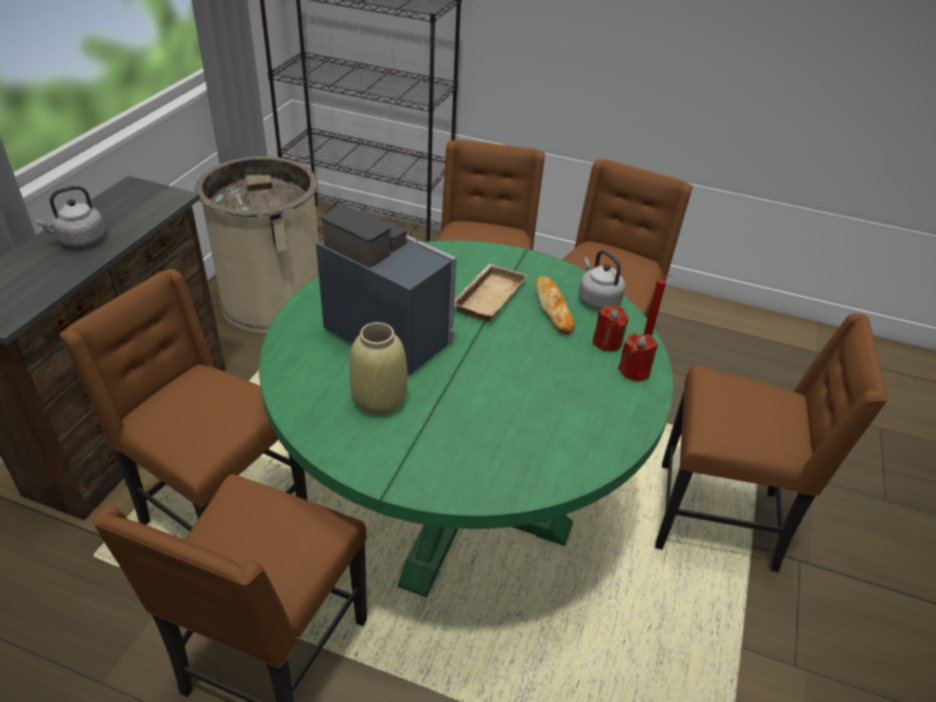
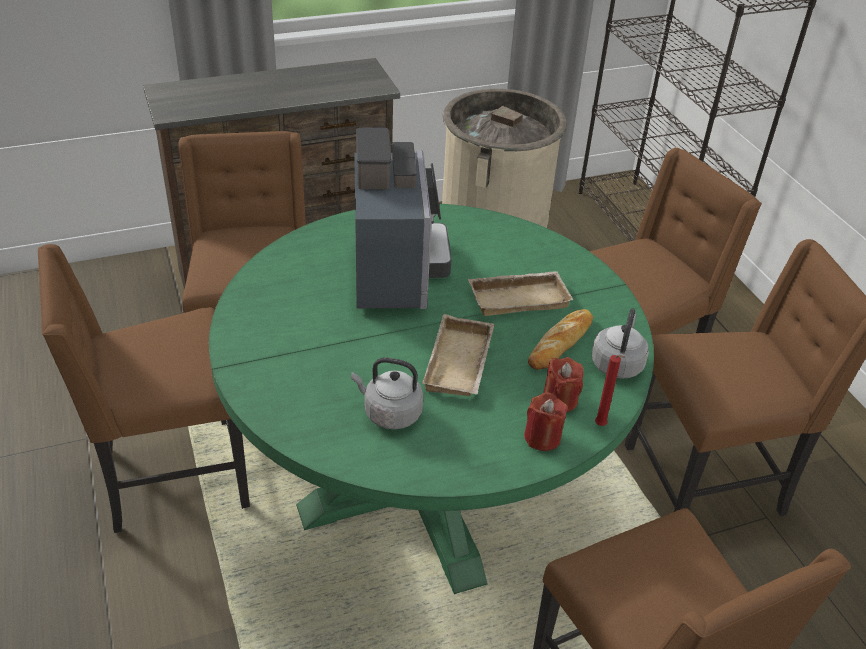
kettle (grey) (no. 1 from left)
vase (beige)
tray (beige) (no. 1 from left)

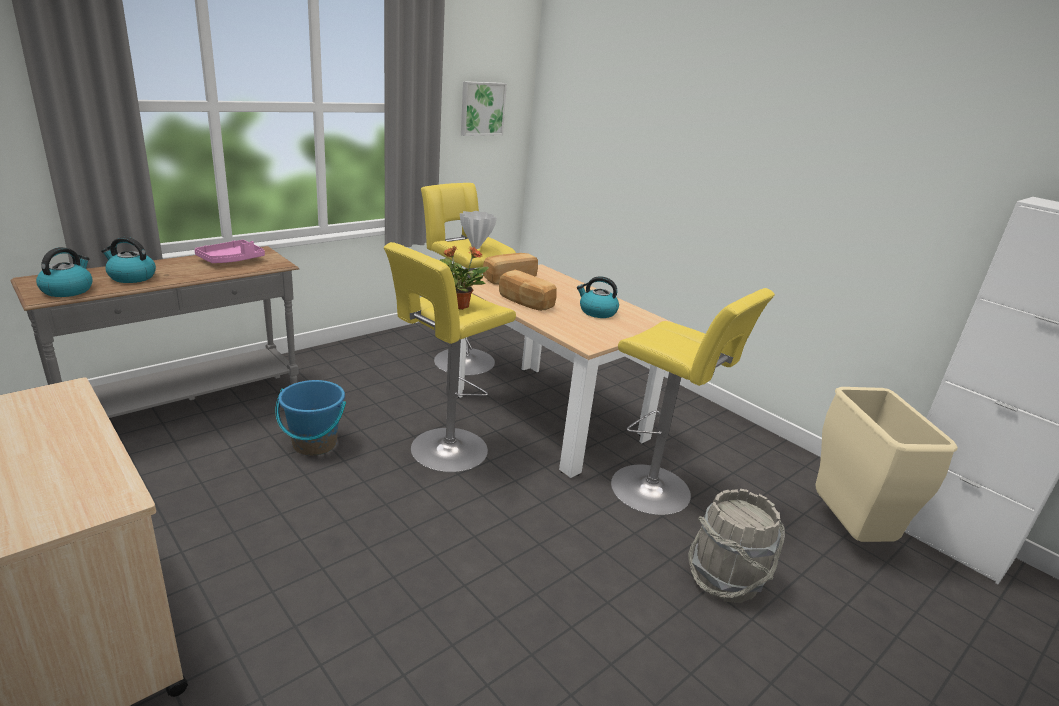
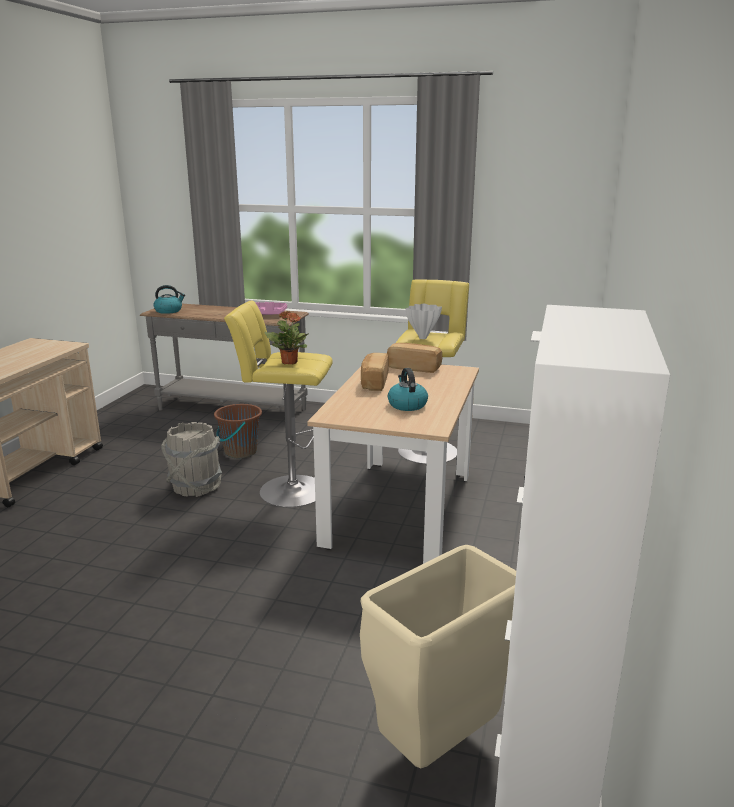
kettle (no. 2 from left in the first image)
bucket (brown)
picture
stool (yellow) (no. 3 from left in the first image)
bucket (grey)

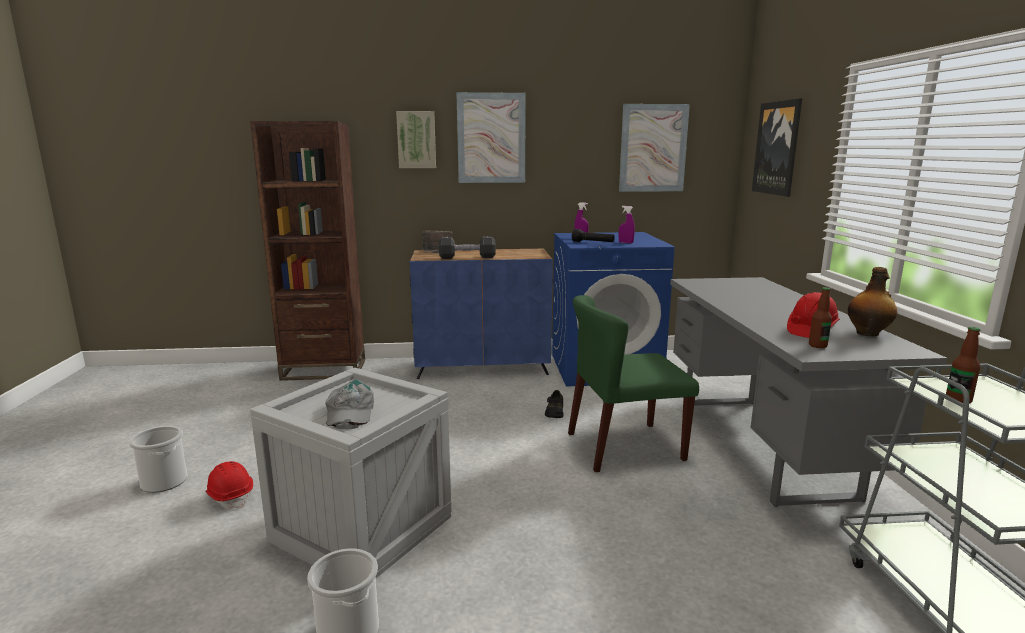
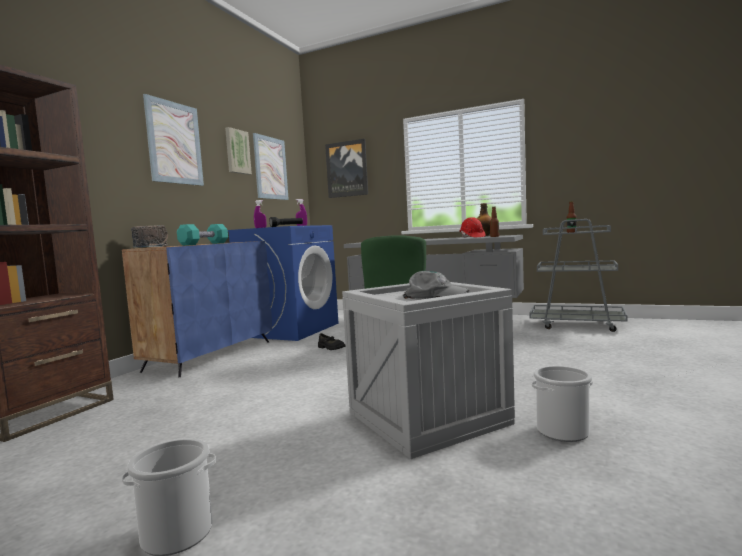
hard hat (red) (no. 1 from left in the first image)
picture (no. 2 from left)
dumbbell (turquoise)

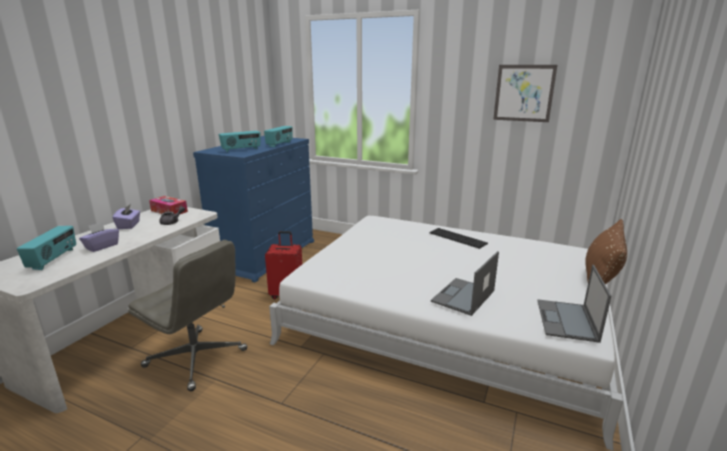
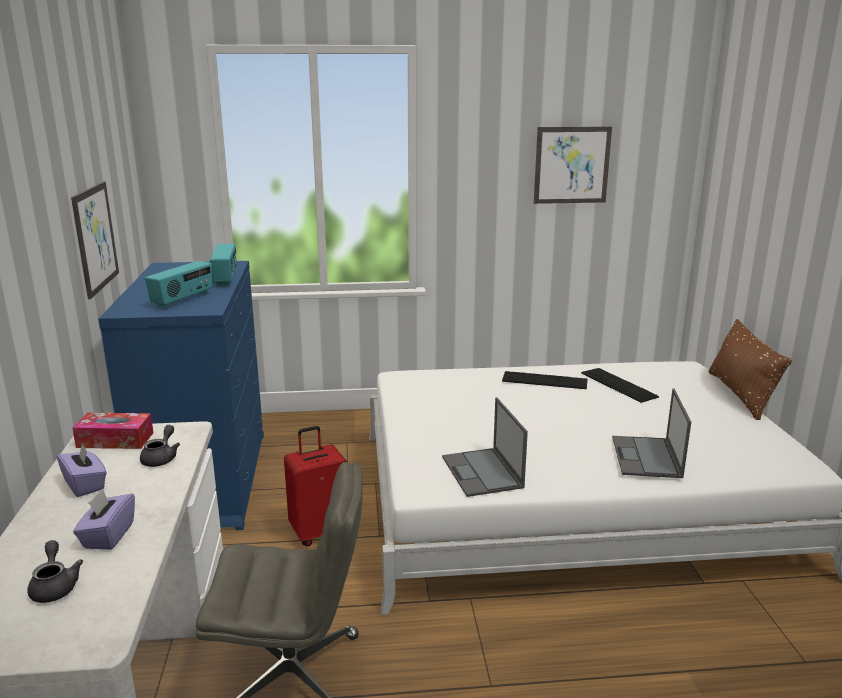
teapot (grey) (no. 1 from left)
laptop (no. 1 from left)
picture (no. 1 from left)
keyboard (no. 2 from left)

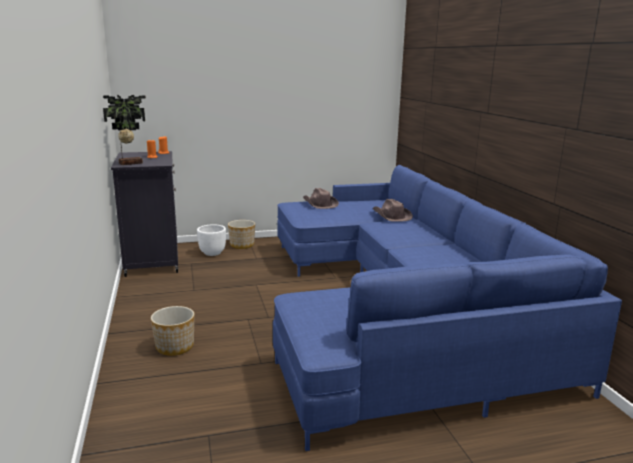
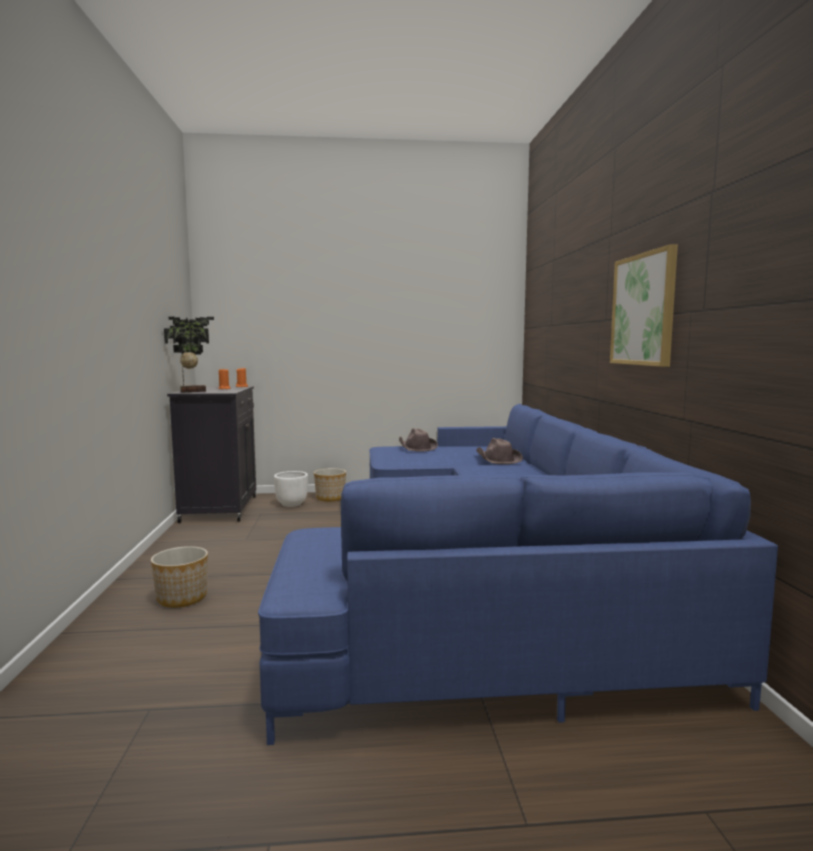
picture

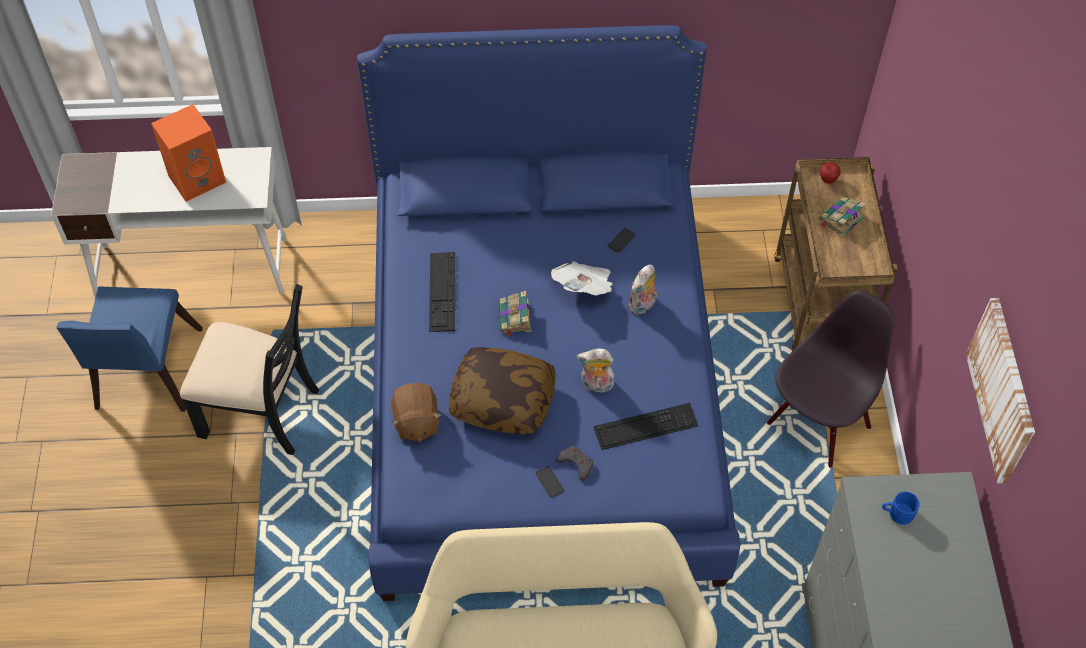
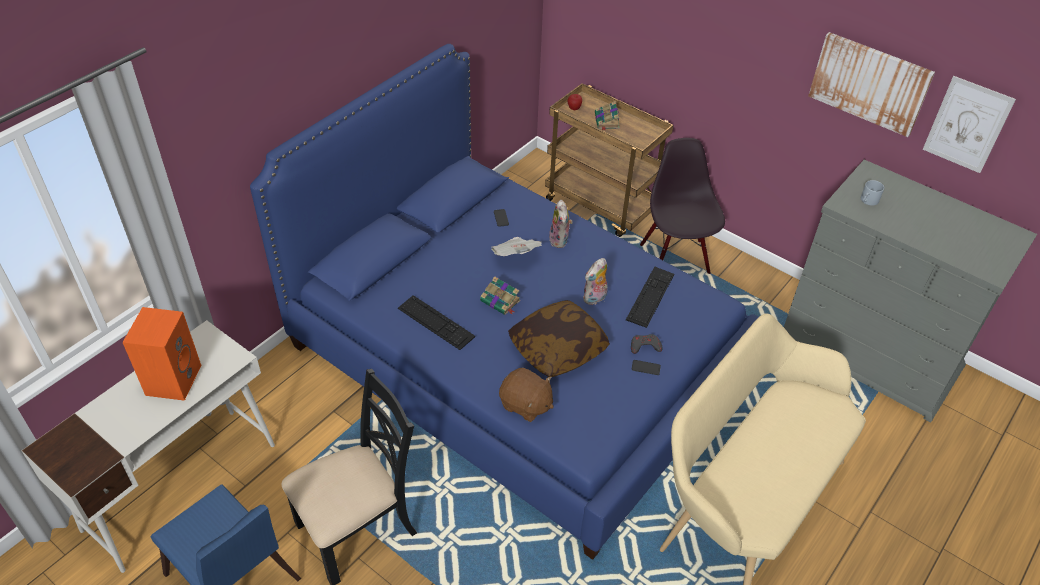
mug (grey)
picture (no. 2 from left)

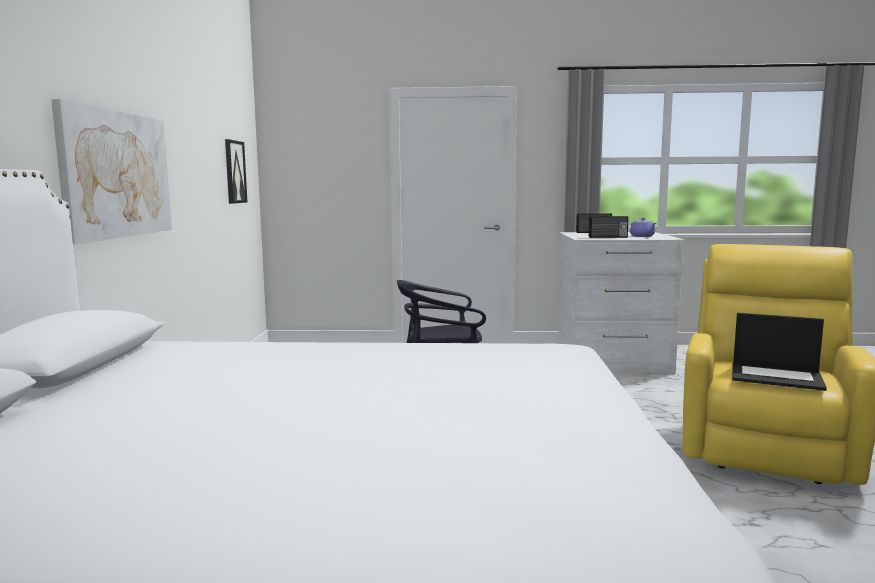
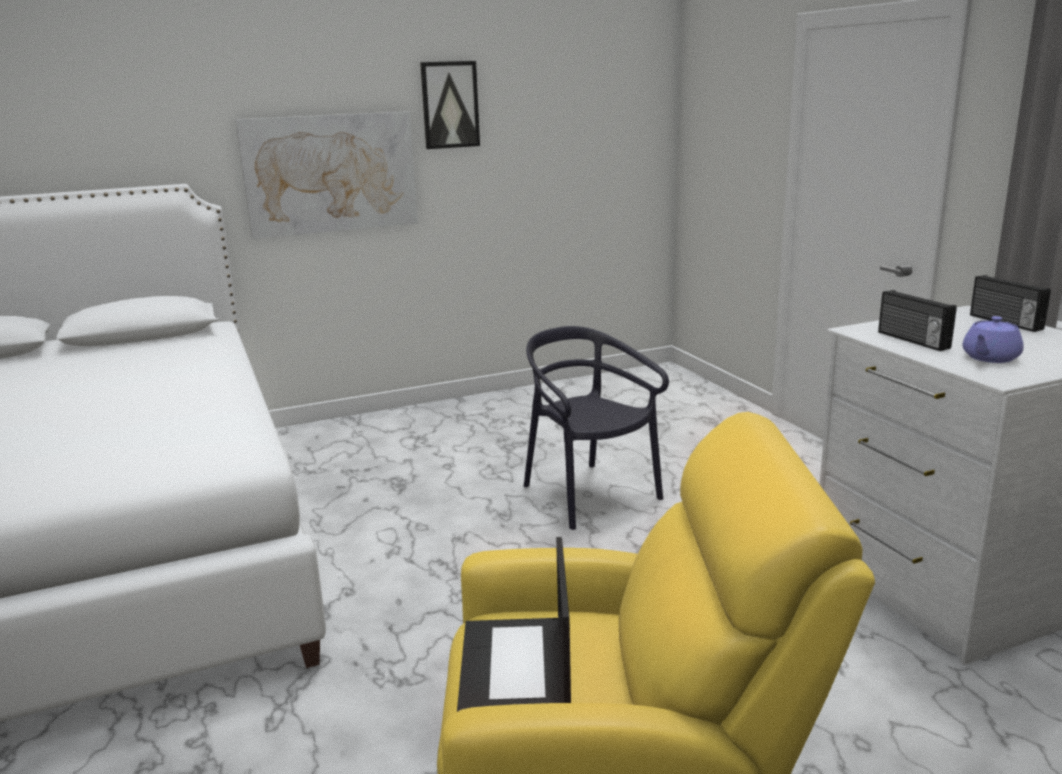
picture (no. 2 from left)

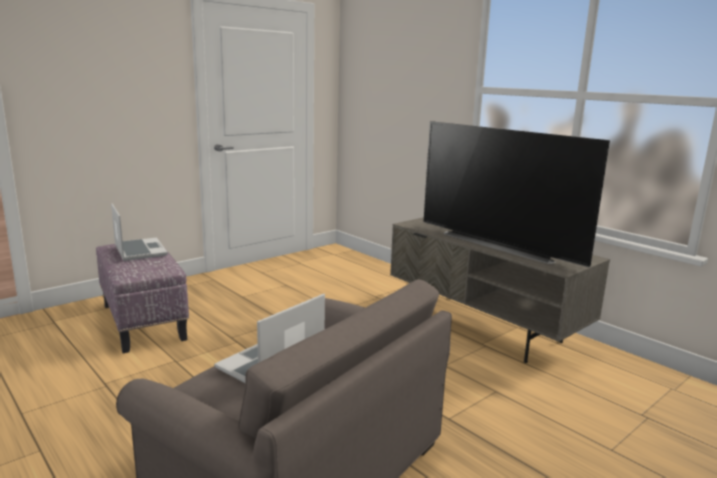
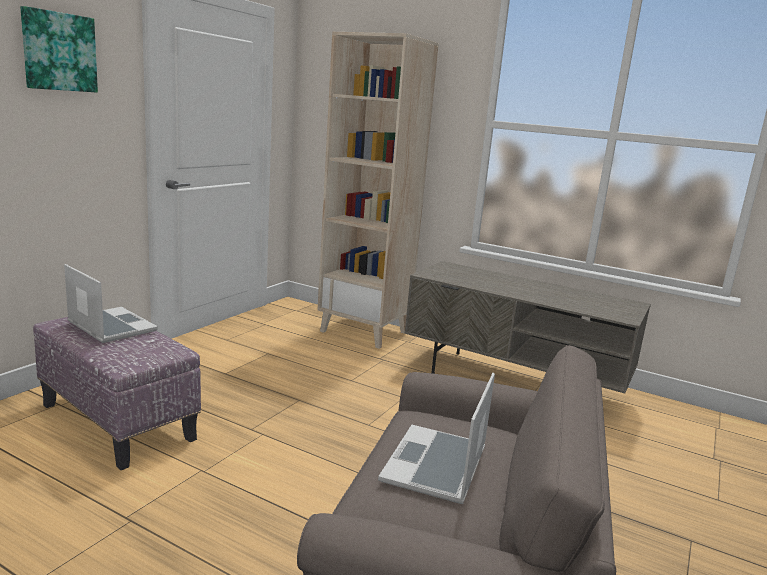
television
picture
bookcase (beige)

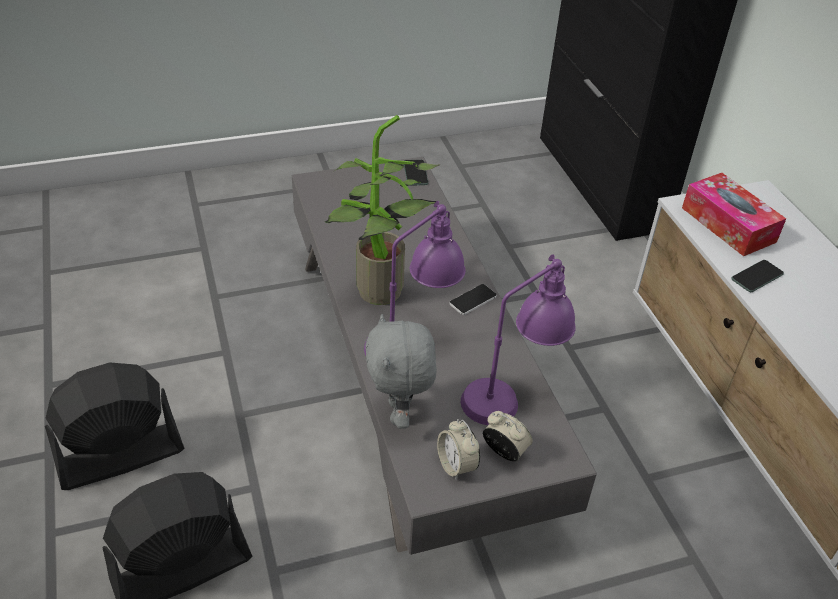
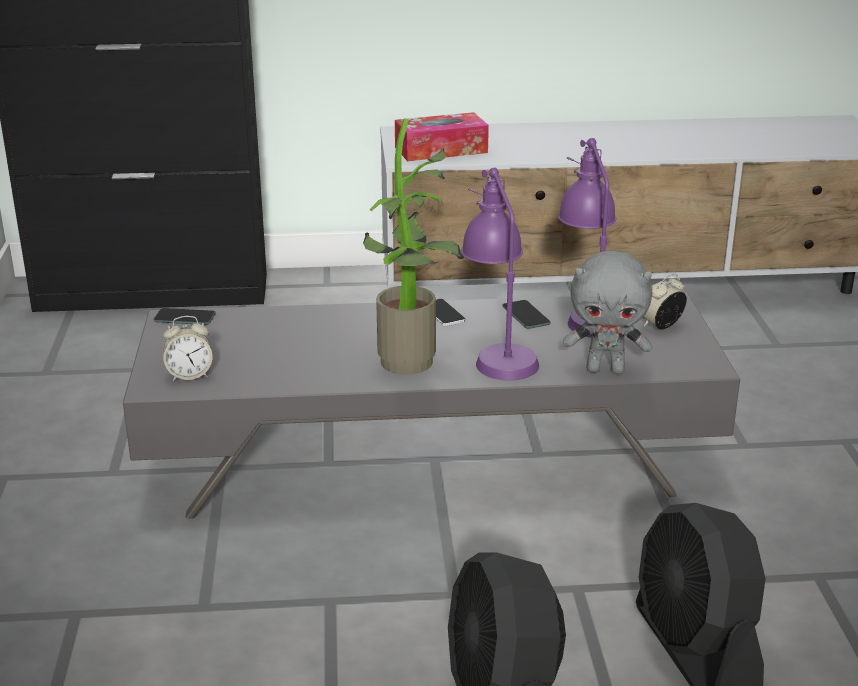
alarm clock (no. 1 from left)
phone (no. 3 from left)

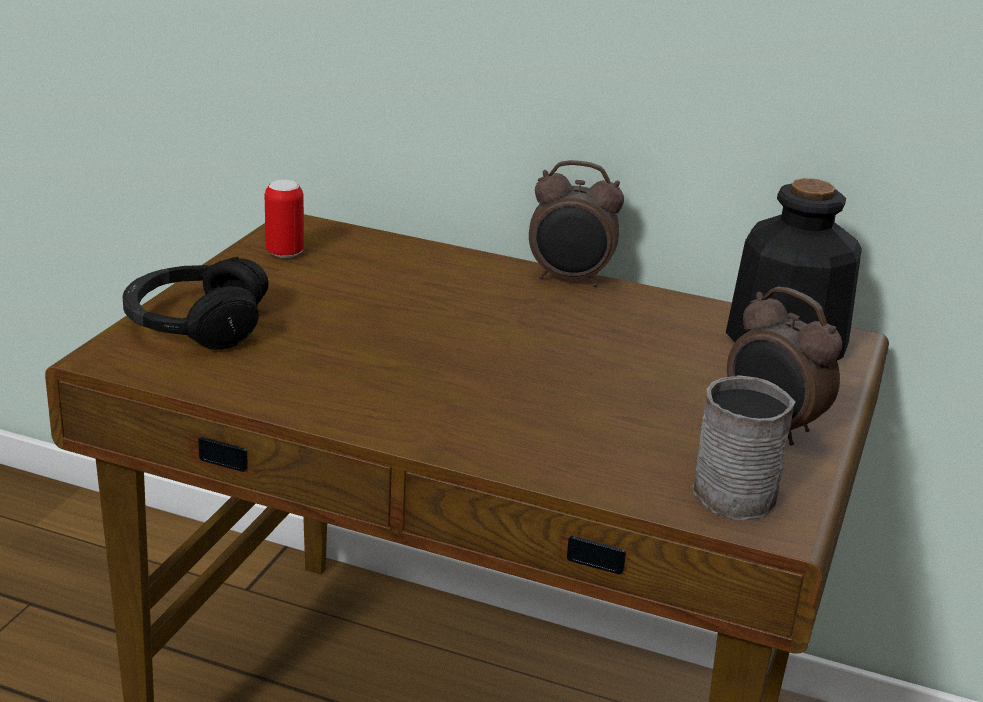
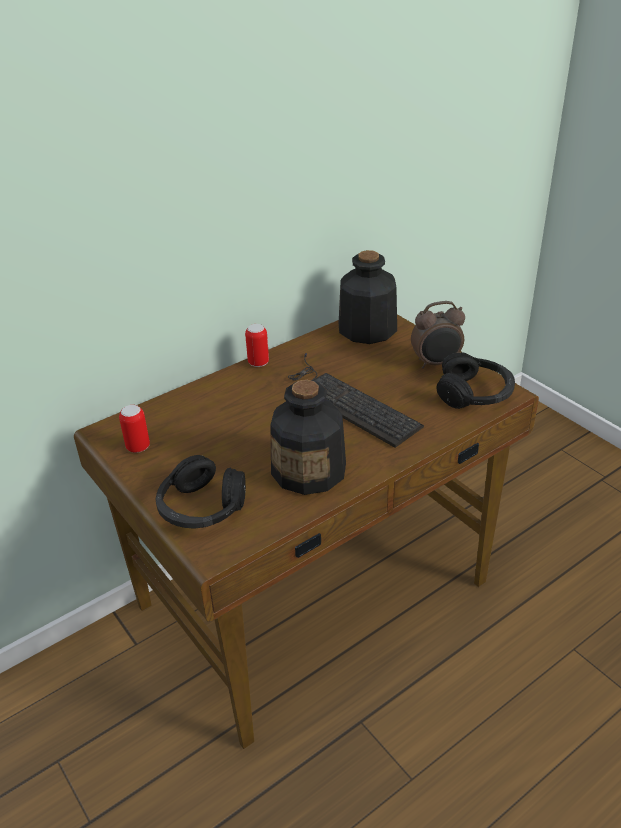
can (no. 2 from left)
headphones (black) (no. 2 from left)
bottle (no. 1 from left)
keyboard

